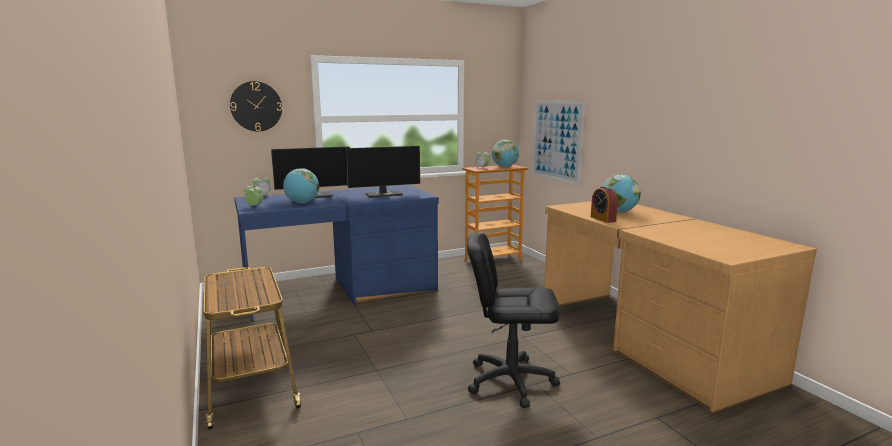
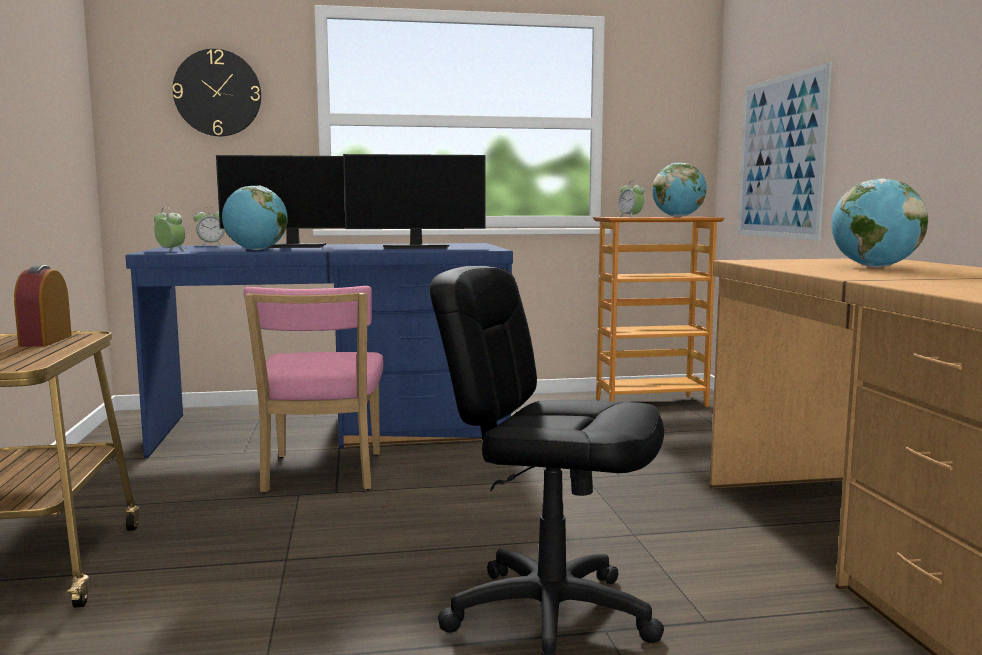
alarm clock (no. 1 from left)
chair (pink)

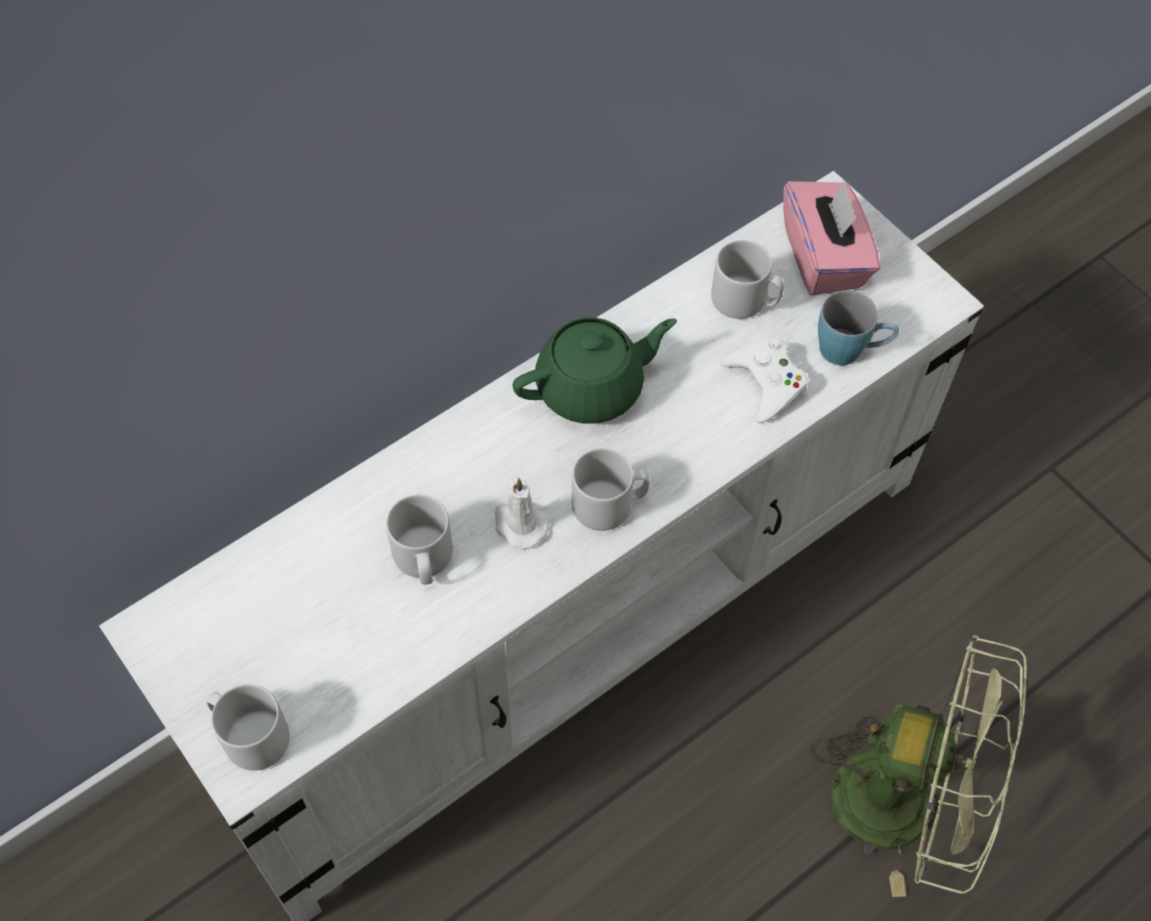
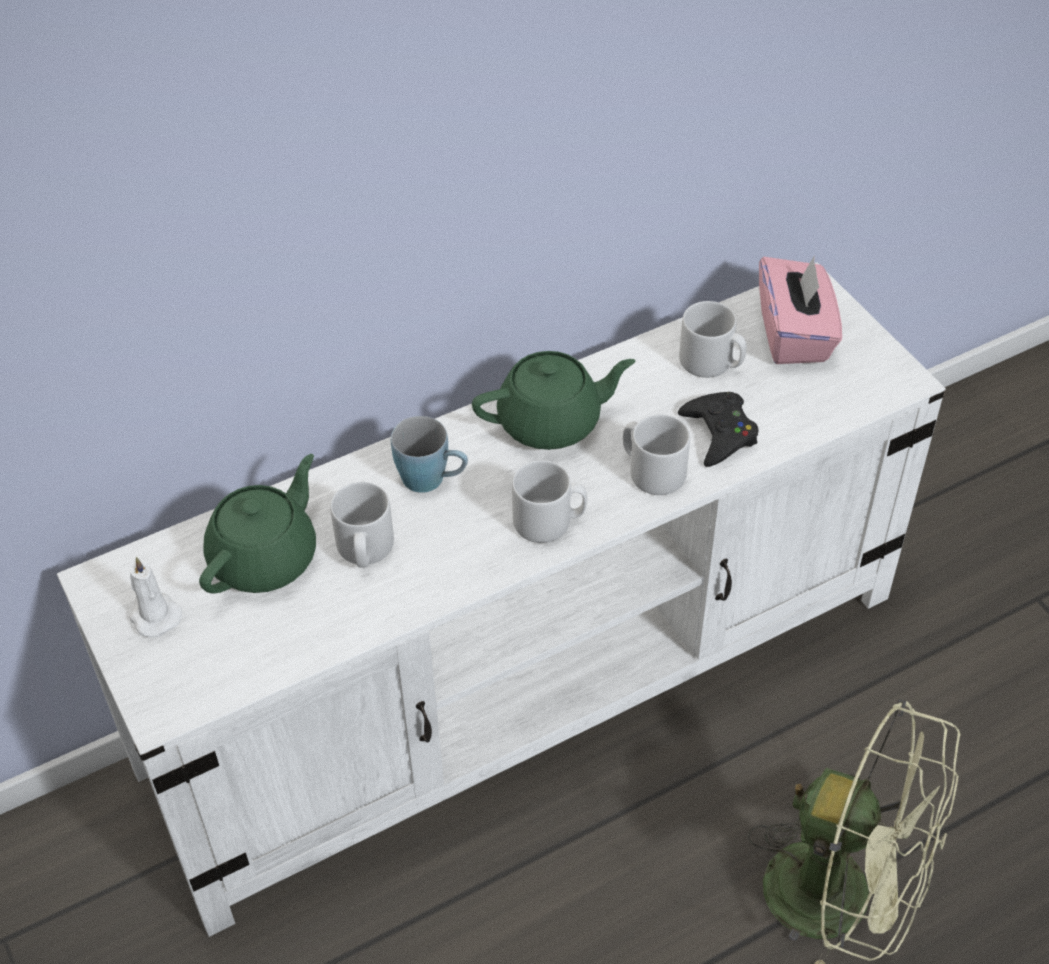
mug (grey) (no. 3 from left)
candle (white)
game controller (black)
mug (blue)
teapot (green) (no. 1 from left)

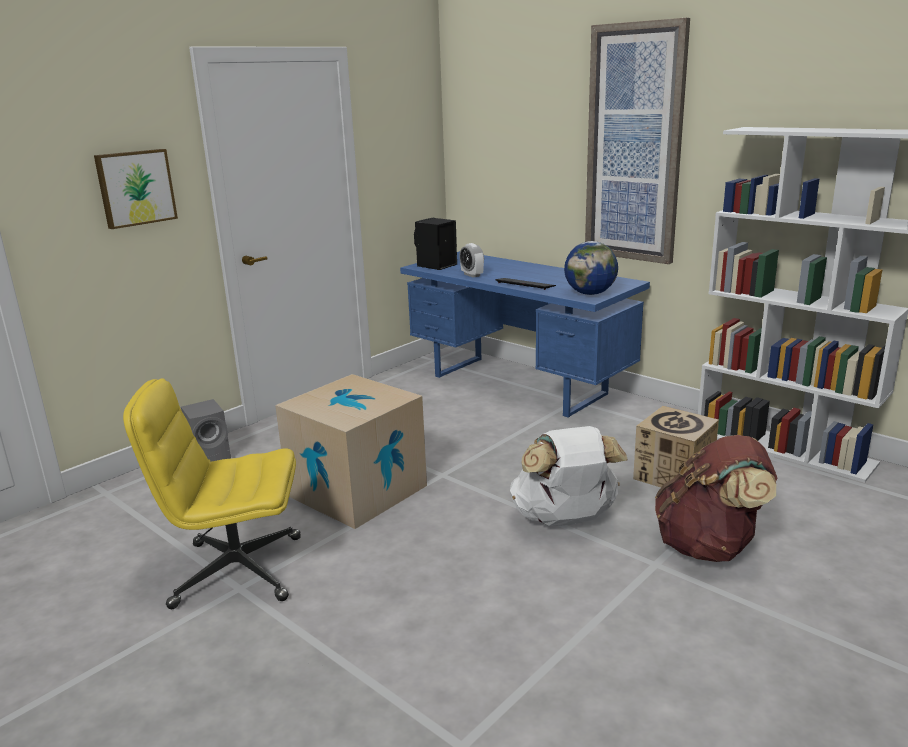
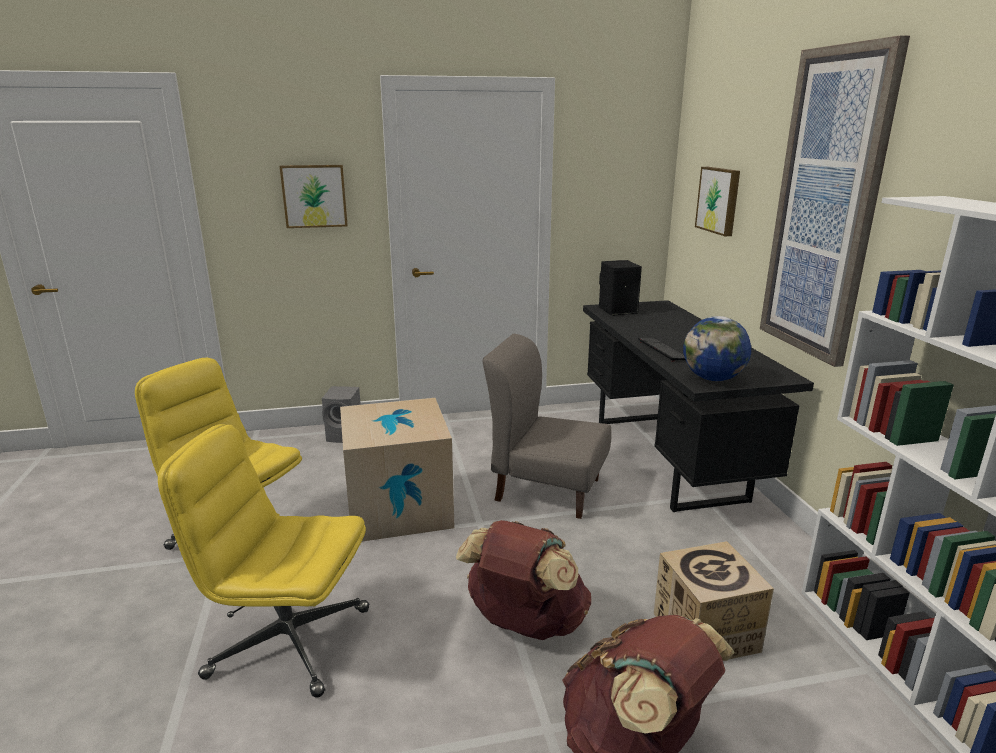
desk (black)
alarm clock
backpack (brown) (no. 1 from left)
office chair (yellow) (no. 2 from left)
chair (grey)
picture (no. 2 from left)

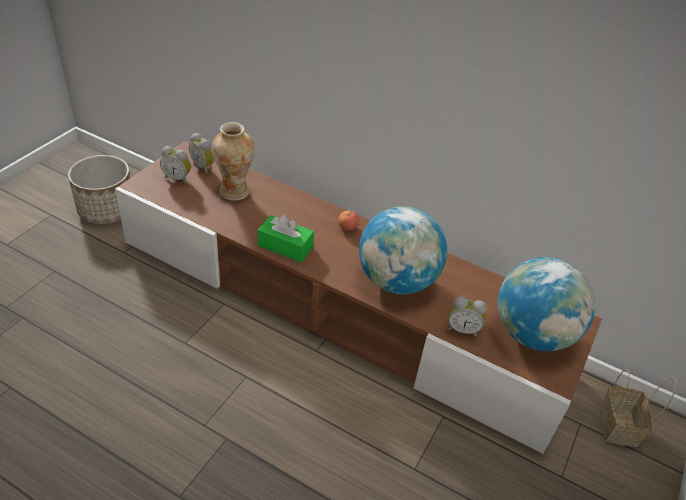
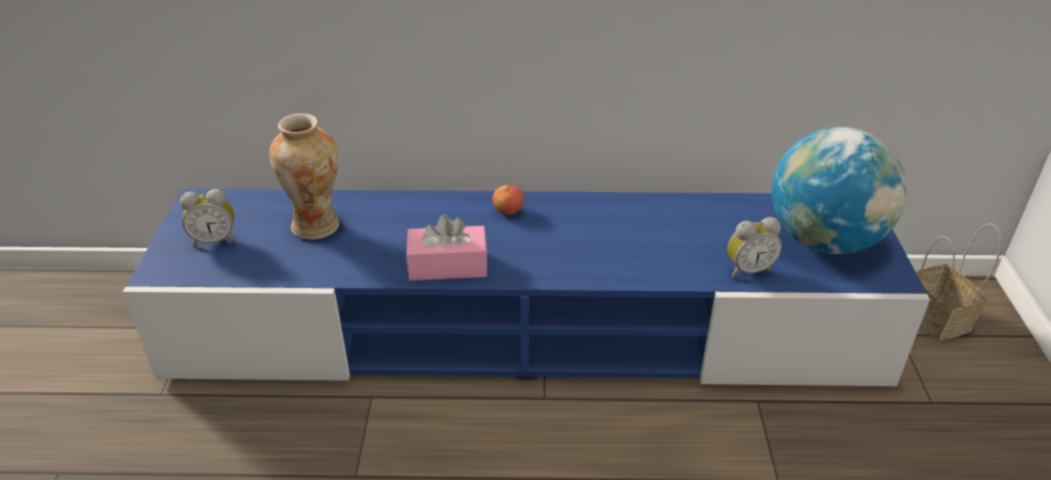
planter
tv stand (blue)
alarm clock (no. 2 from left in the first image)
tissue box (pink)
globe (no. 1 from left in the first image)

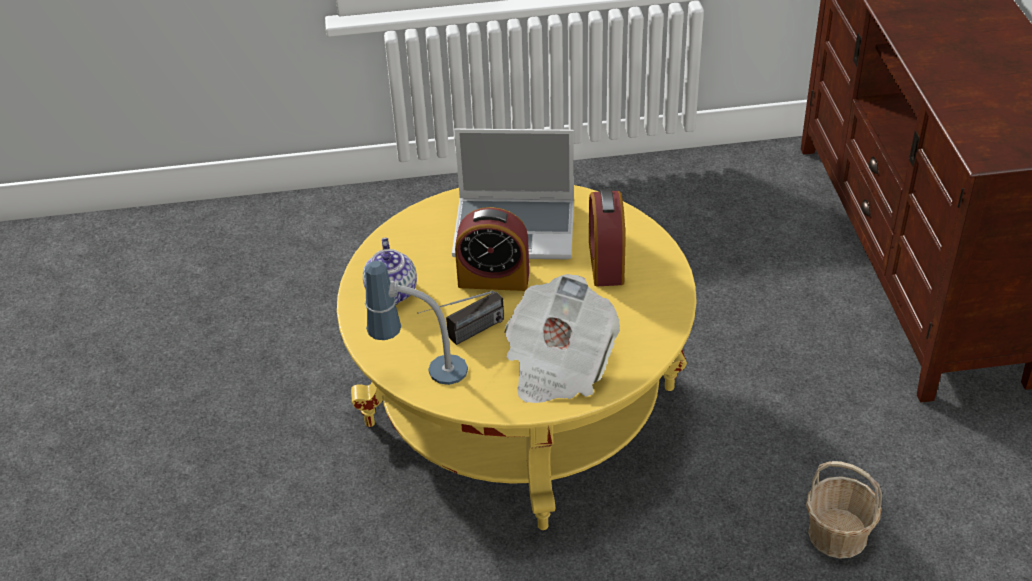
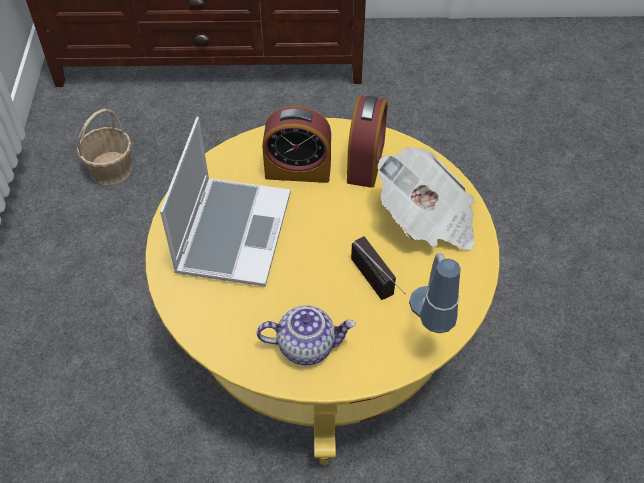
alarm clock (no. 2 from left)
basket

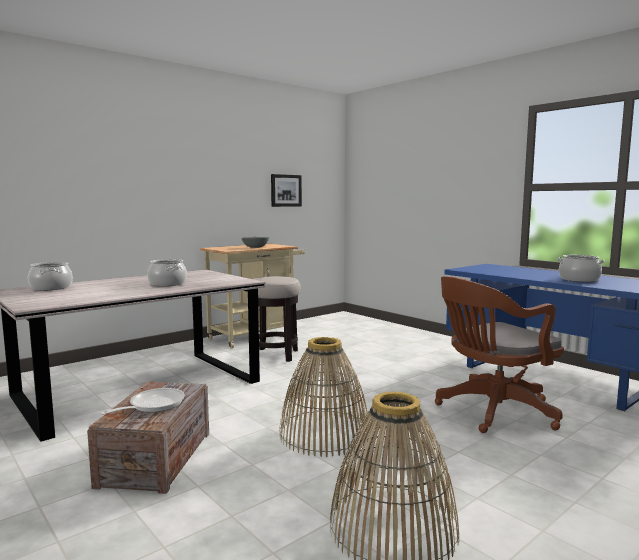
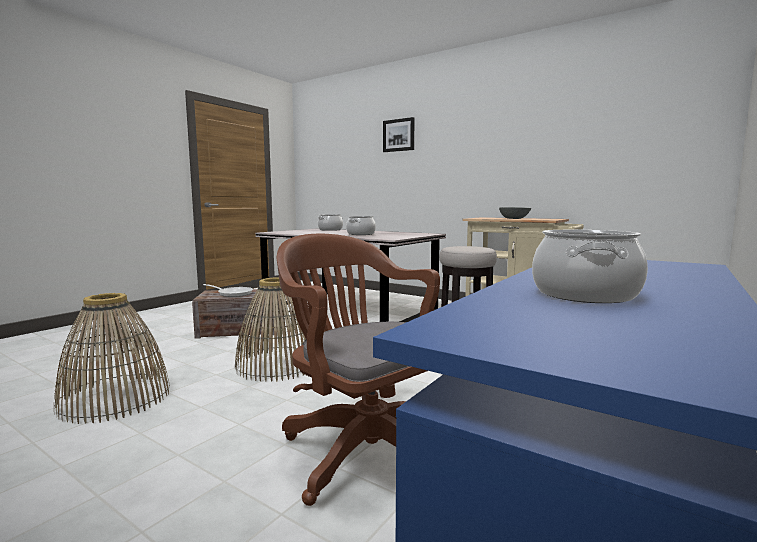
picture

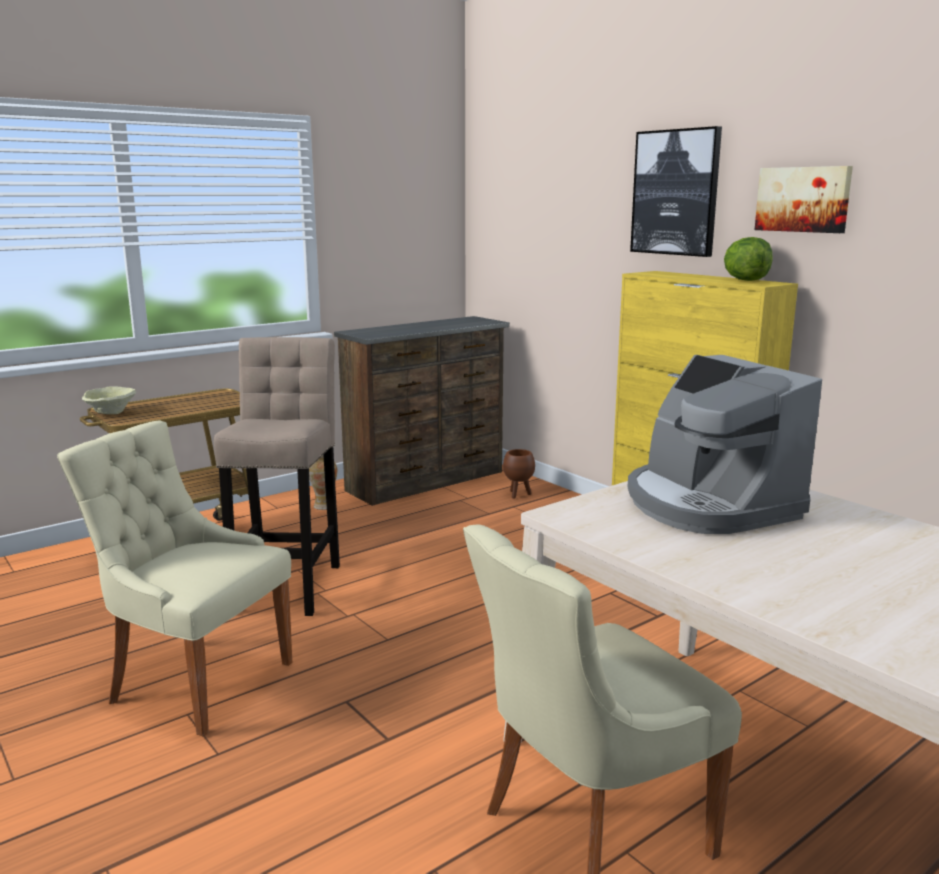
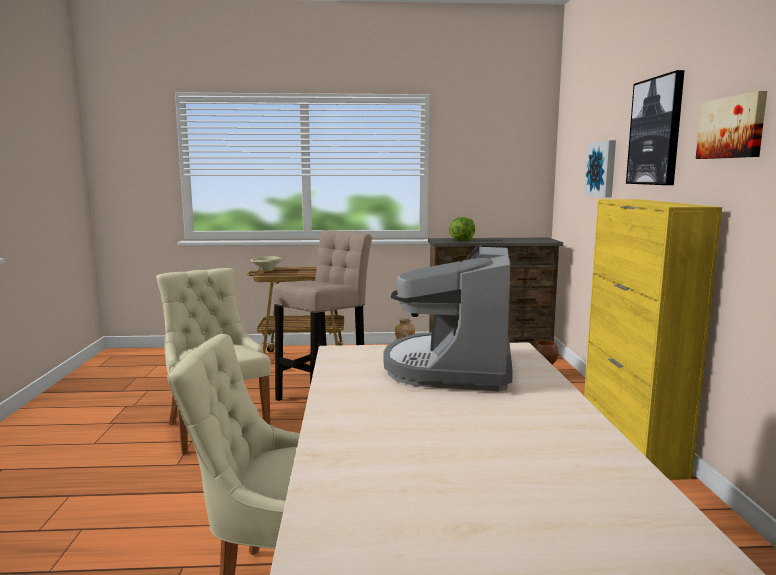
lettuce
picture (no. 1 from left)

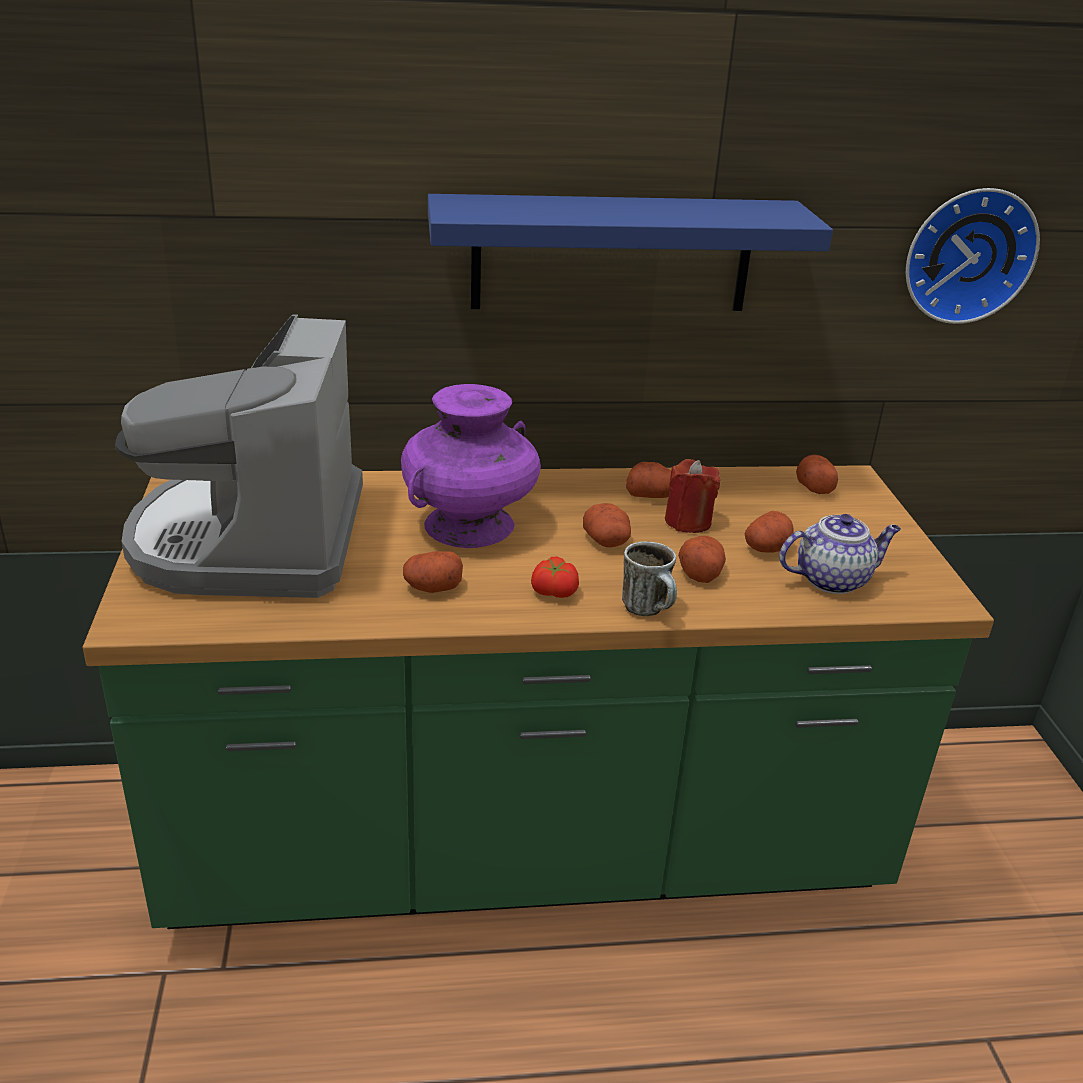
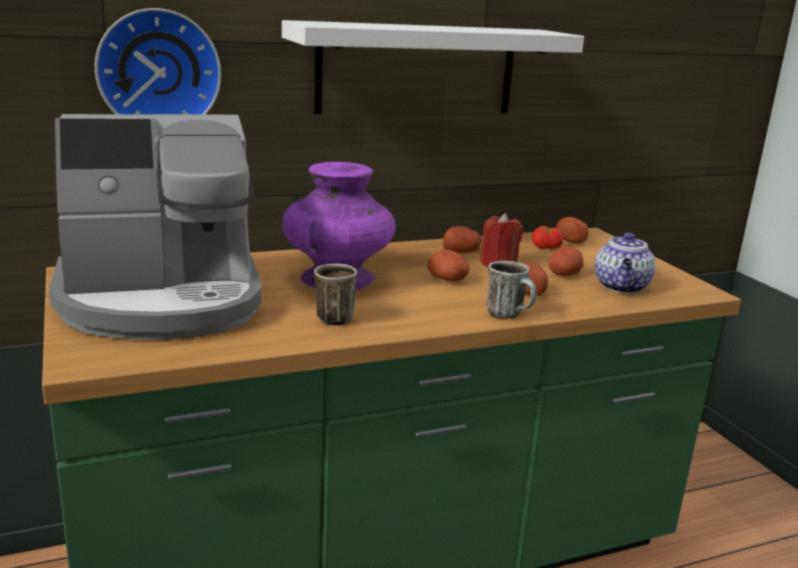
coffee machine
mug (no. 1 from left)
shelf (white)
tomato
teapot
wall clock

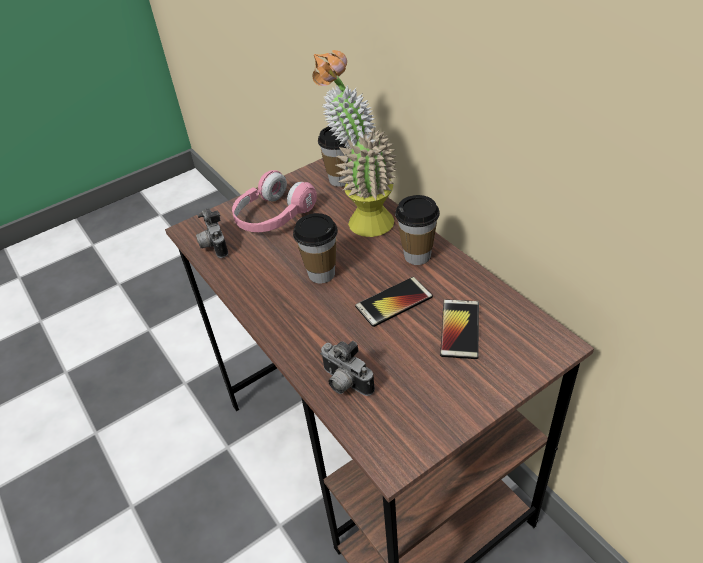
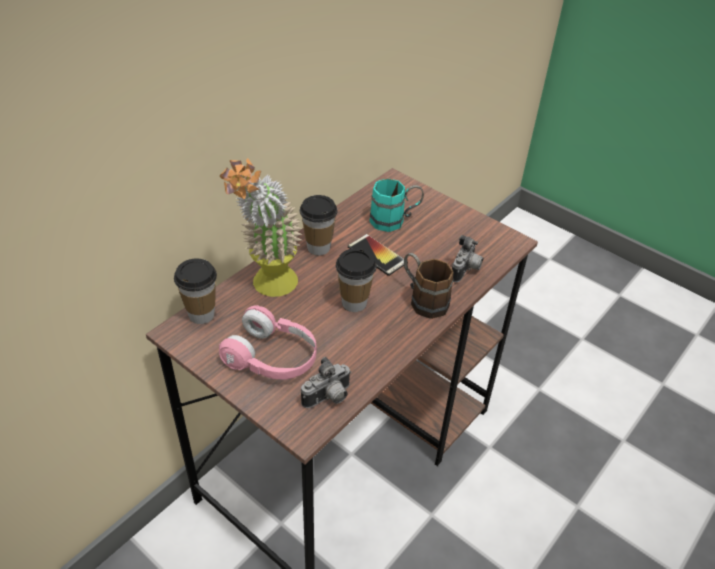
mug (turquoise)
mug (brown)

